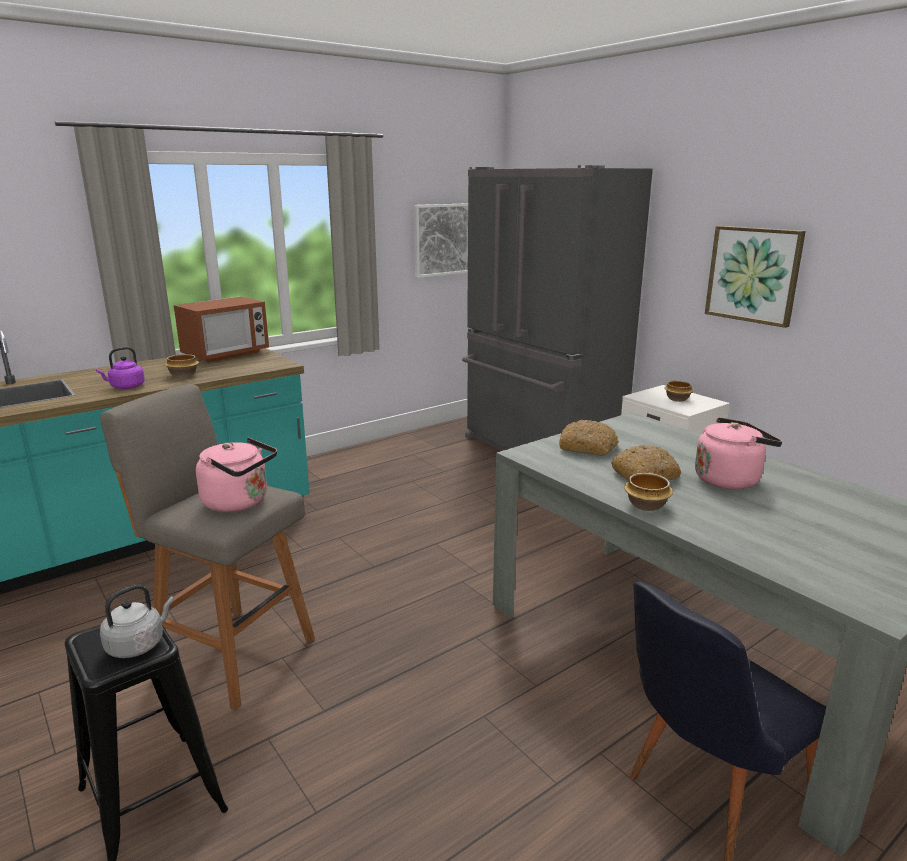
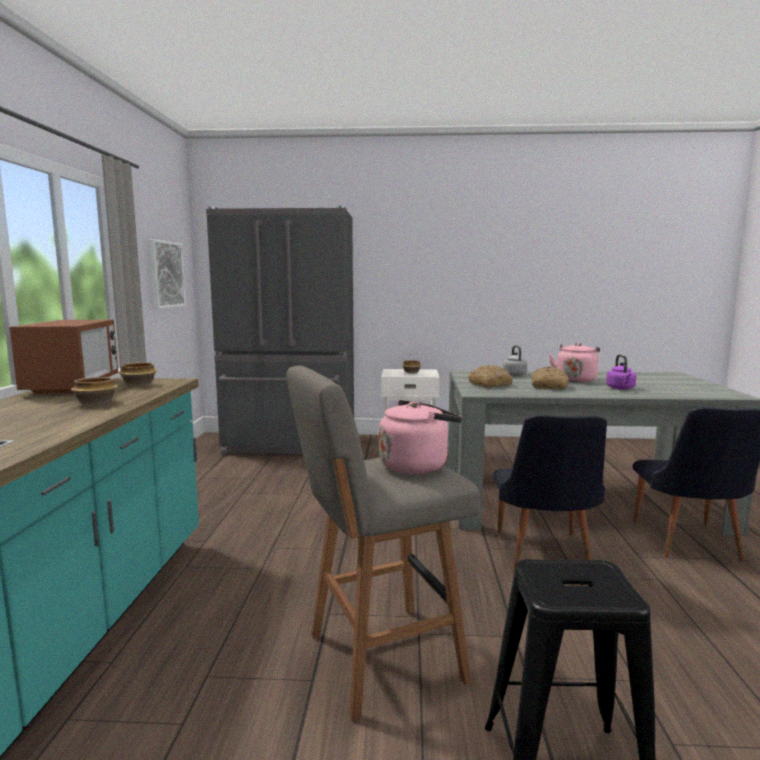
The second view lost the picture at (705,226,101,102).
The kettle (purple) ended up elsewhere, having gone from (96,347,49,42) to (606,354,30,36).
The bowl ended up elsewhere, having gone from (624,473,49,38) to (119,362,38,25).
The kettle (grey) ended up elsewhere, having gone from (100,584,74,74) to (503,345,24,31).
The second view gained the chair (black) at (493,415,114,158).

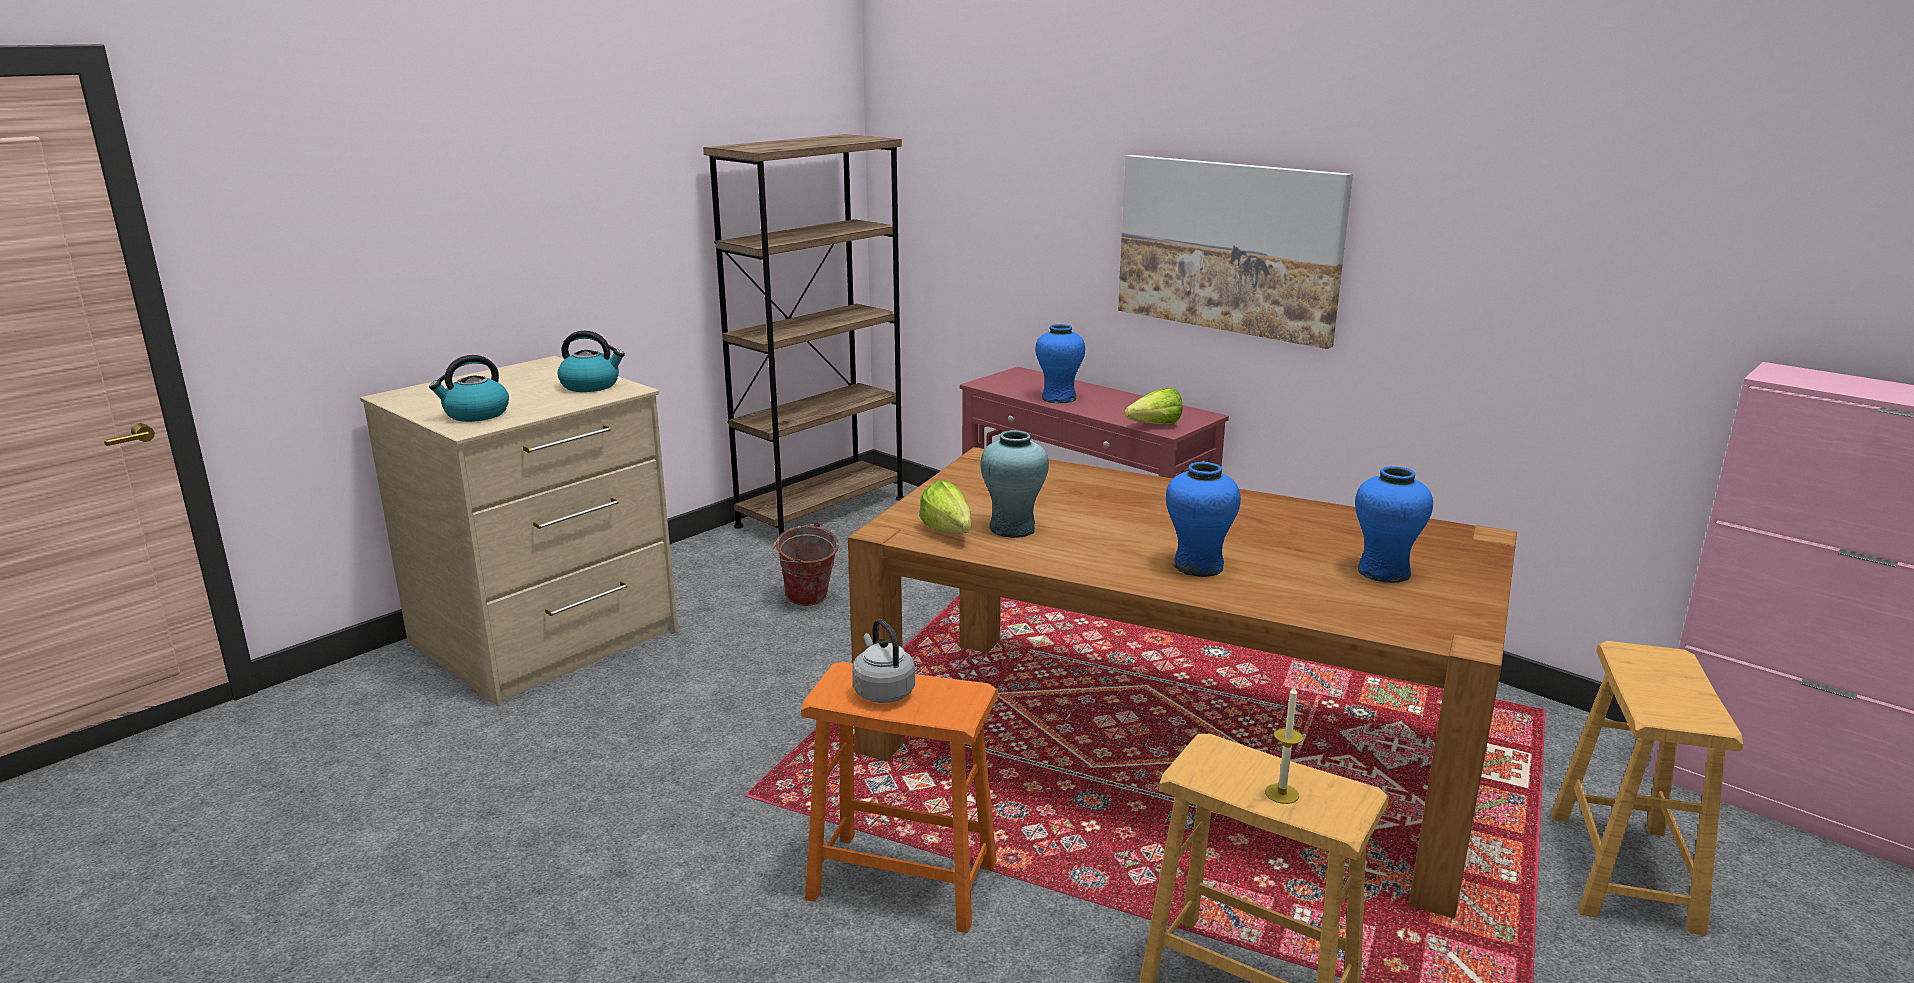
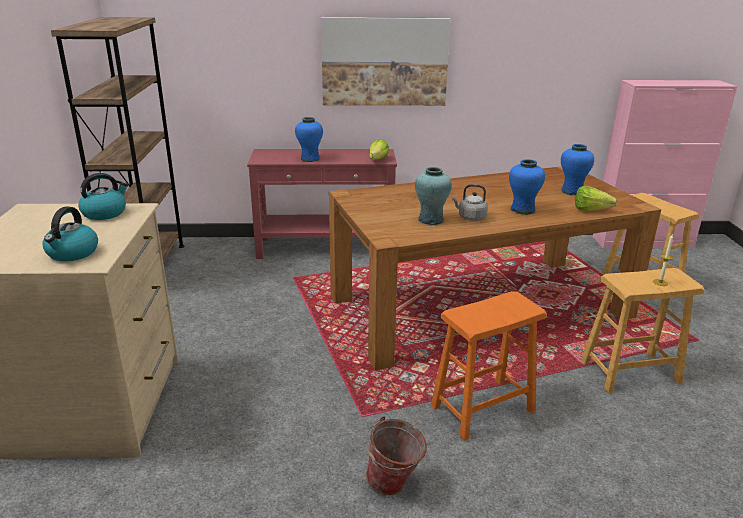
The lettuce ended up elsewhere, having gone from (919,481,52,52) to (575,185,42,26).
The bucket ended up elsewhere, having gone from (772,522,67,84) to (365,416,62,79).
The kettle (grey) ended up elsewhere, having gone from (852,619,63,84) to (452,184,36,37).

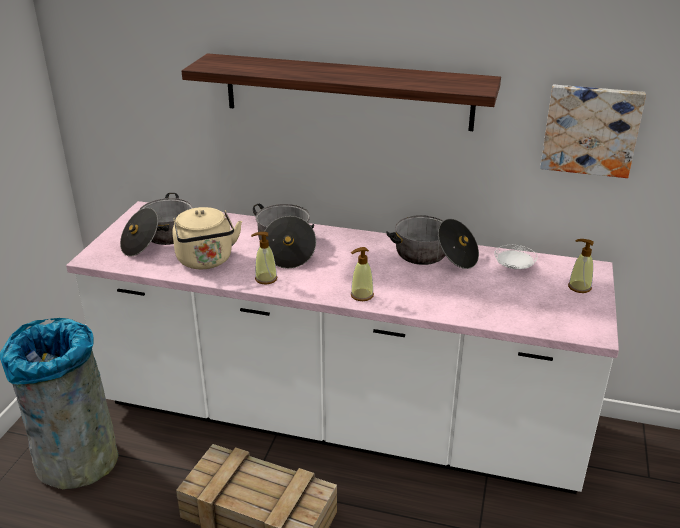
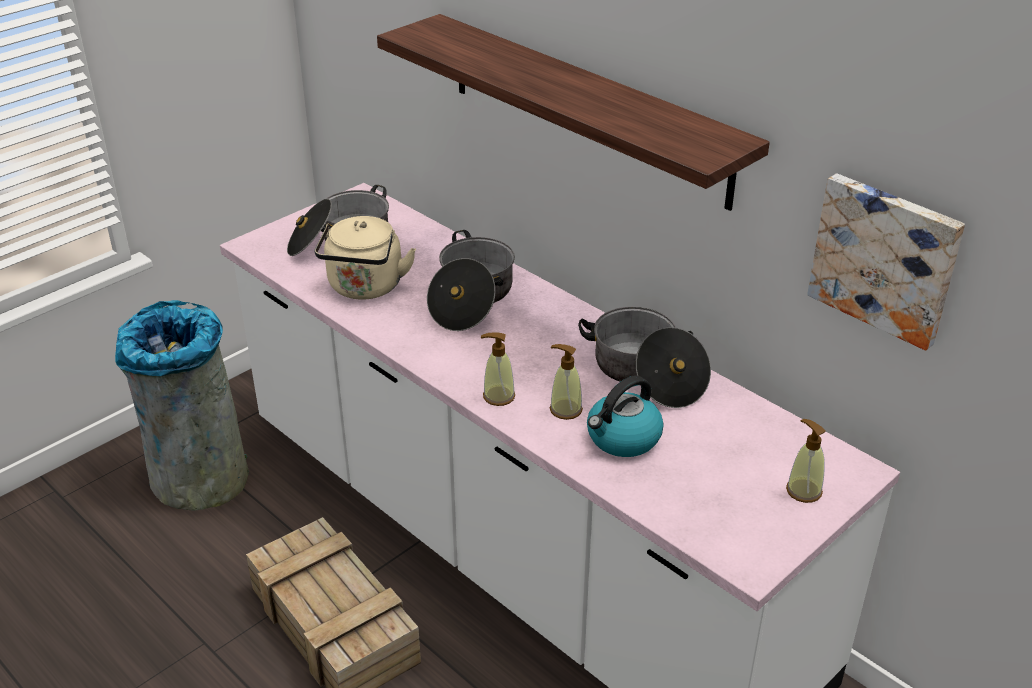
The soap dispenser ended up elsewhere, having gone from (251,232,26,53) to (550,344,33,76).
The second view lost the plate (white) at (494,245,44,24).
The second view gained the kettle at (587,376,77,81).

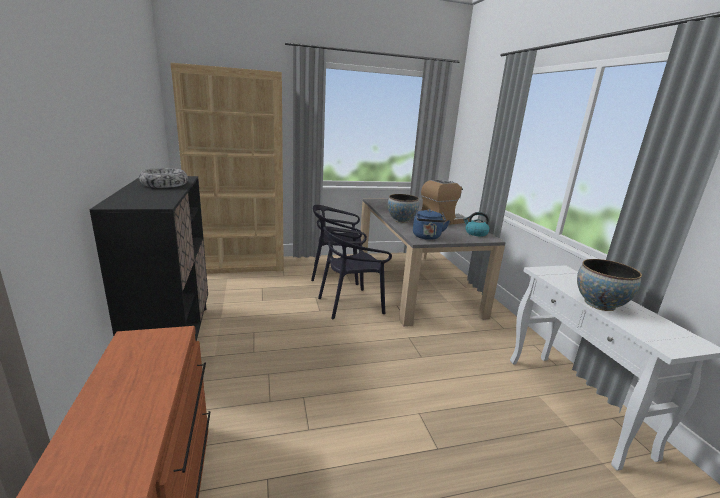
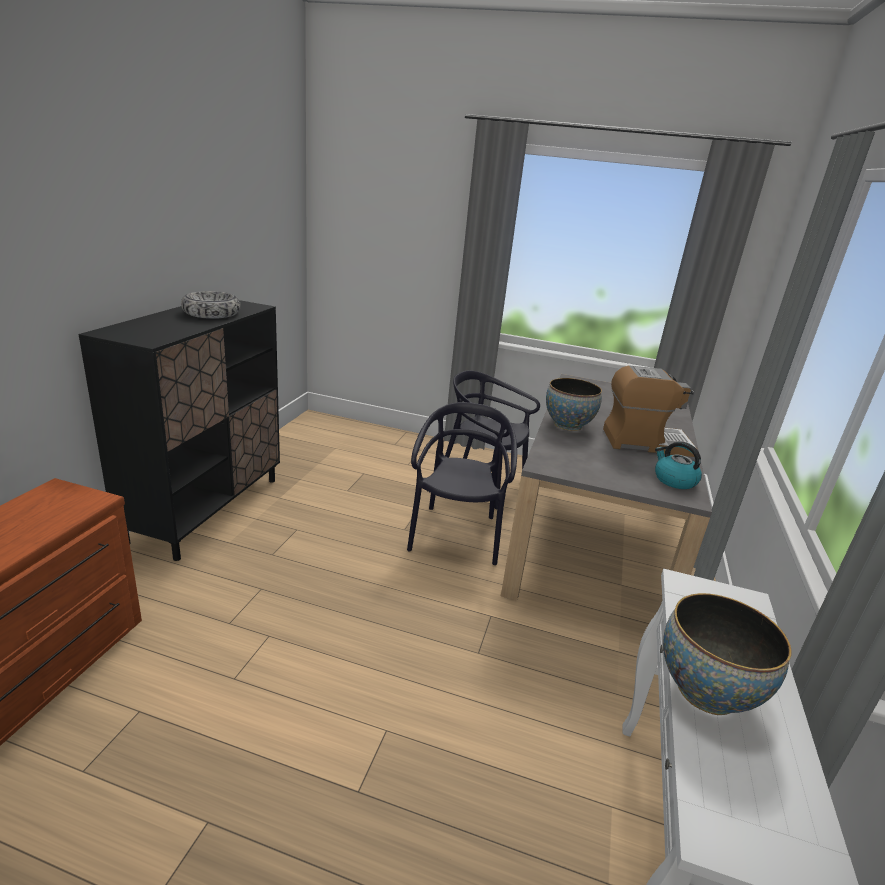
The second view lost the bookcase (brown) at (170,62,114,212).
The second view lost the kettle (blue) at (413,209,36,31).
The chair (black) at (318,226,74,93) ended up facing another way, 90 degrees clockwise from before.

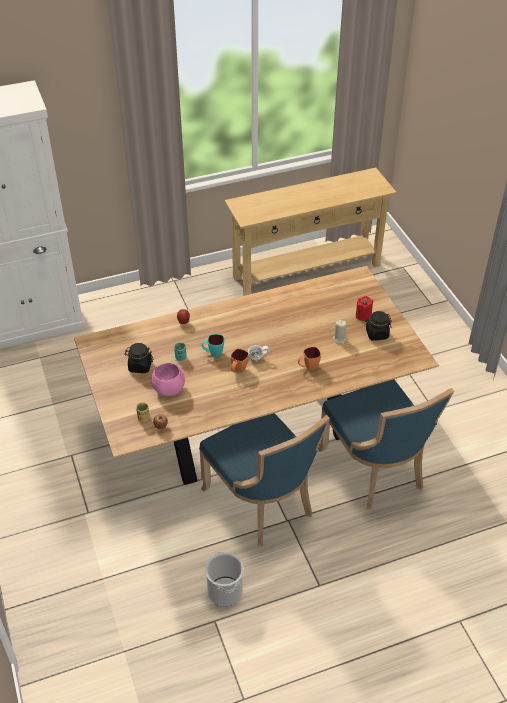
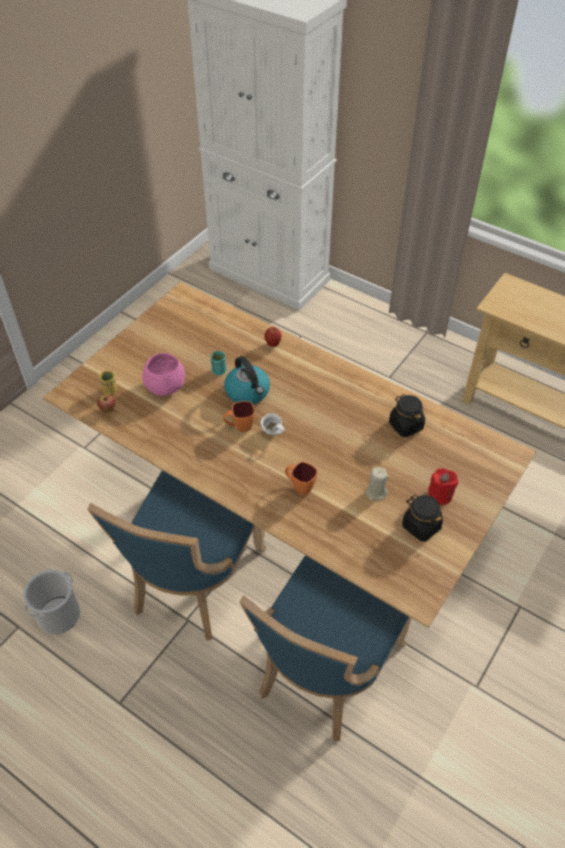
Where the mug (turquoise) stood at (201,334,23,23), the kettle came to stand at (224,356,46,48).
The jar (black) ended up elsewhere, having gone from (124,343,29,30) to (389,394,36,43).

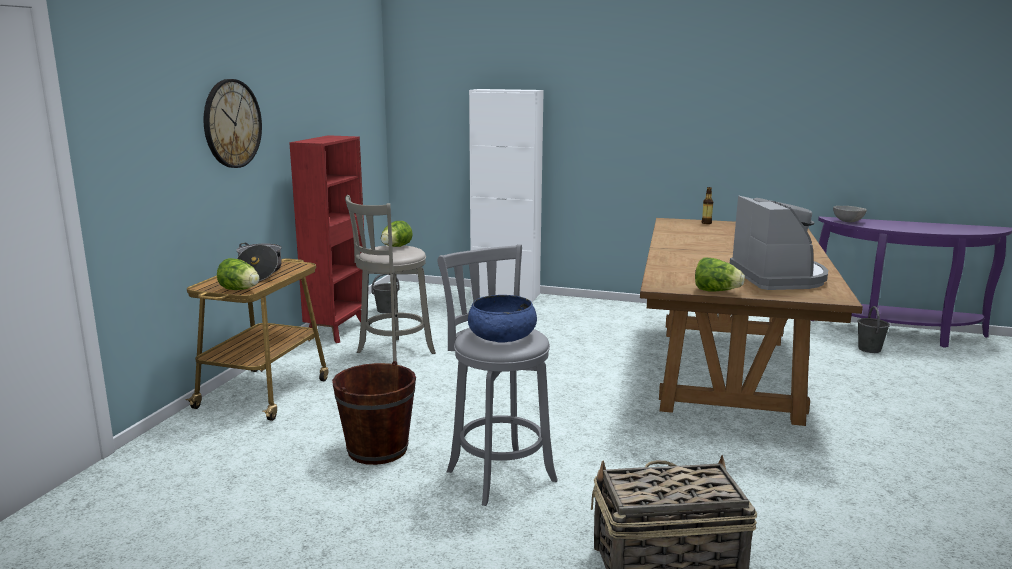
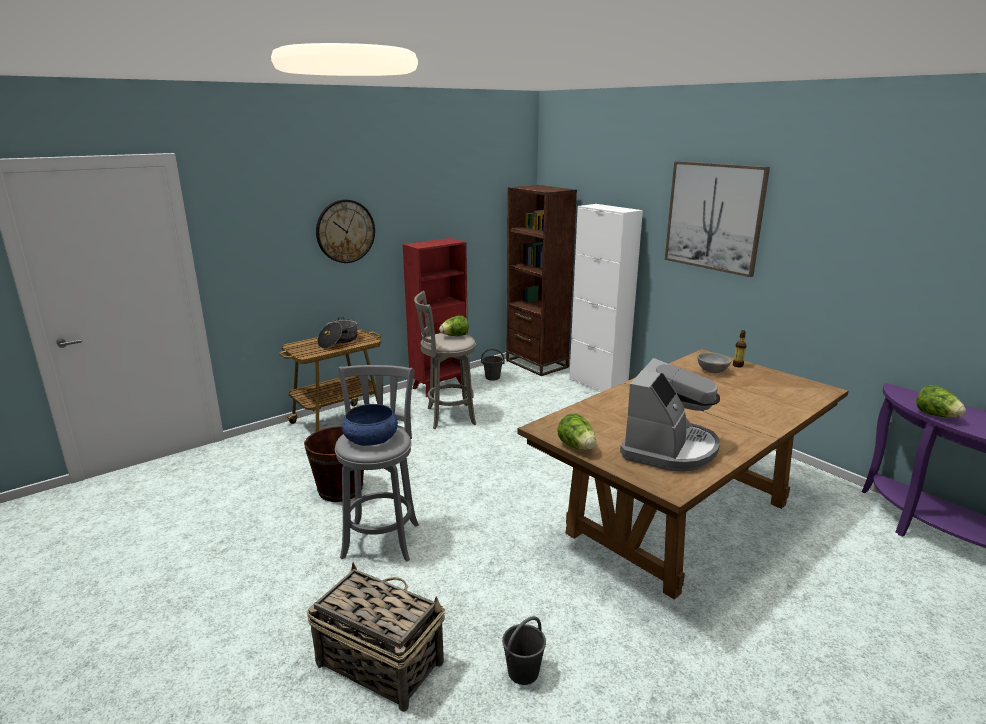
The bowl (grey) ended up elsewhere, having gone from (833,206,34,16) to (697,352,34,21).
The lettuce ended up elsewhere, having gone from (217,258,42,32) to (916,385,50,33).
The bucket (grey) ended up elsewhere, having gone from (857,306,33,47) to (502,616,44,69).
The second view gained the picture at (665,161,105,116).
The second view gained the bookcase (brown) at (506,185,71,191).

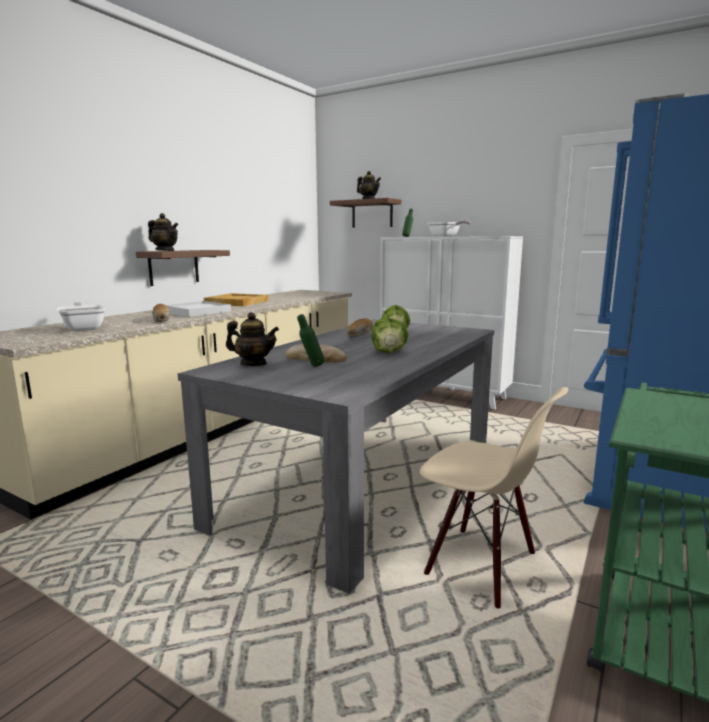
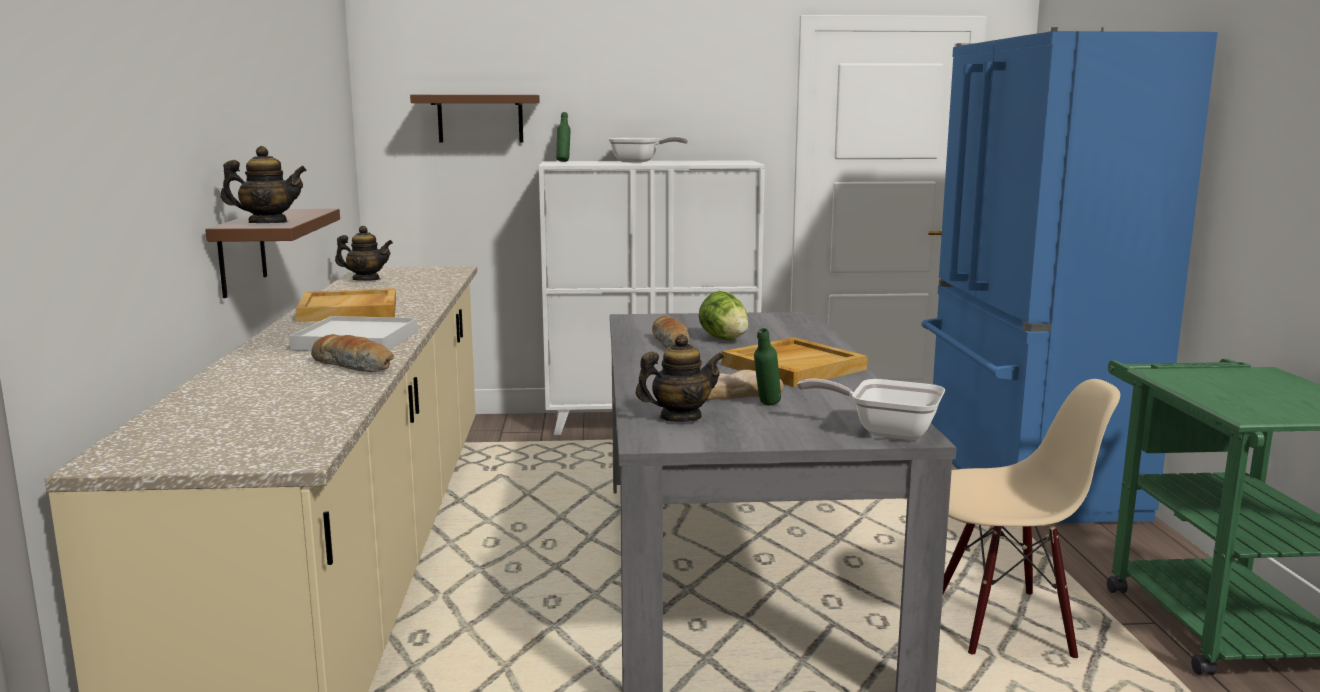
The teapot ended up elsewhere, having gone from (357,171,24,28) to (335,226,58,55).
The frying pan ended up elsewhere, having gone from (56,302,50,29) to (797,379,148,61).
Where the lettuce stood at (371,318,37,35), the tray (beige) came to stand at (722,337,145,50).

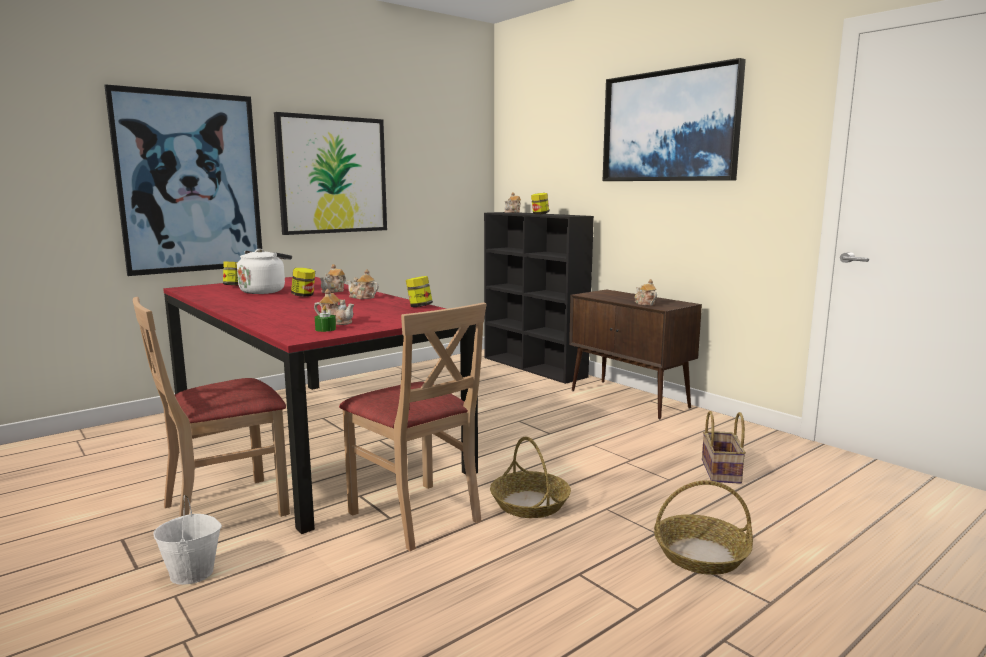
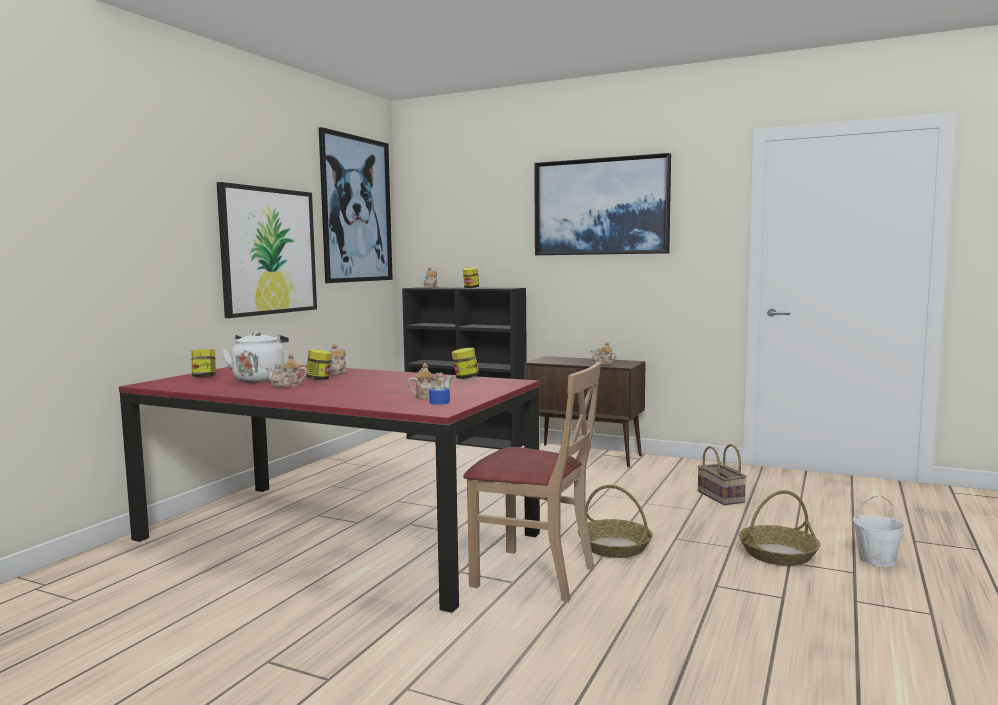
The picture ended up elsewhere, having gone from (104,84,158,192) to (319,127,74,156).
The teapot ended up elsewhere, having gone from (347,269,32,30) to (266,354,41,33).
The second view lost the chair (beige) at (133,297,157,220).
What was the candle (green) at (315,306,21,26) turned into the candle (blue) at (429,379,21,26).
The bucket (white) ended up elsewhere, having gone from (153,495,69,90) to (853,495,52,72).

